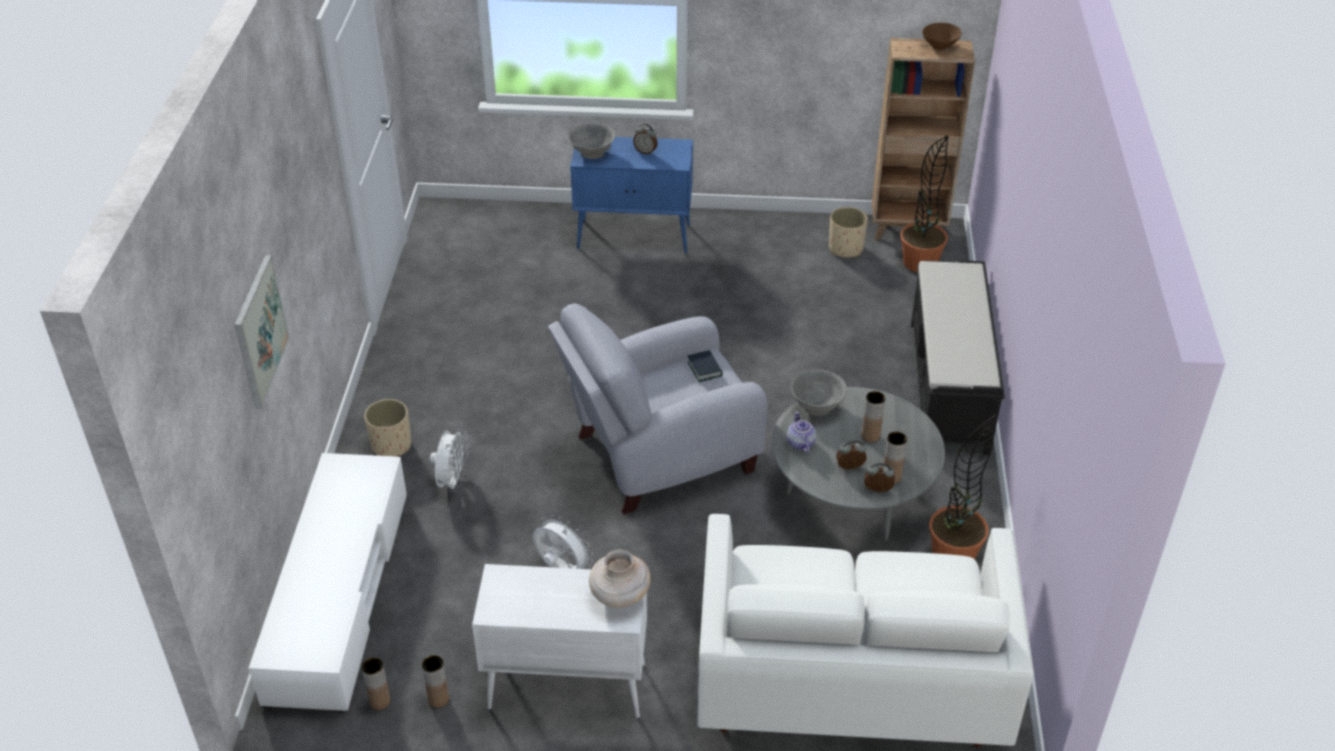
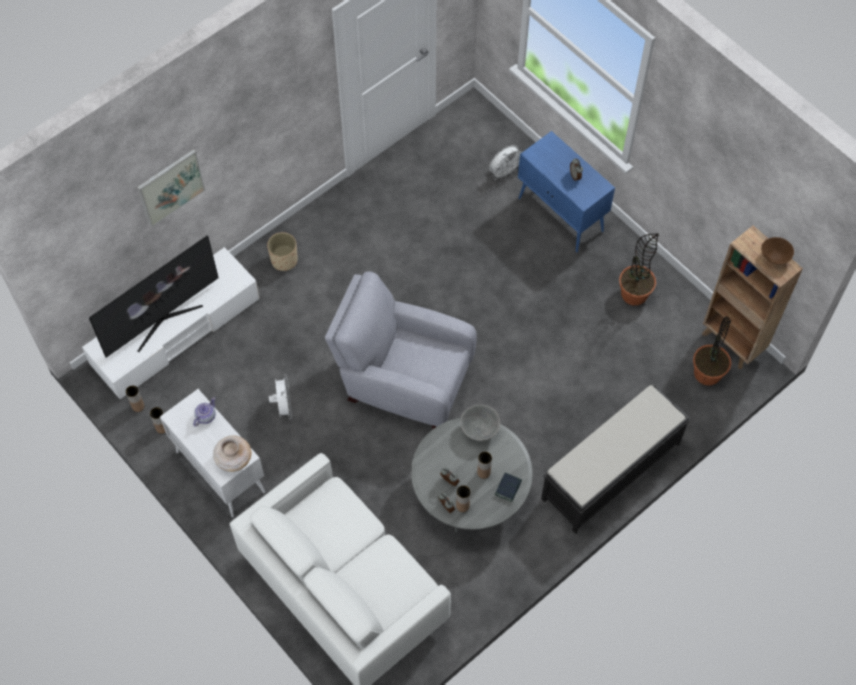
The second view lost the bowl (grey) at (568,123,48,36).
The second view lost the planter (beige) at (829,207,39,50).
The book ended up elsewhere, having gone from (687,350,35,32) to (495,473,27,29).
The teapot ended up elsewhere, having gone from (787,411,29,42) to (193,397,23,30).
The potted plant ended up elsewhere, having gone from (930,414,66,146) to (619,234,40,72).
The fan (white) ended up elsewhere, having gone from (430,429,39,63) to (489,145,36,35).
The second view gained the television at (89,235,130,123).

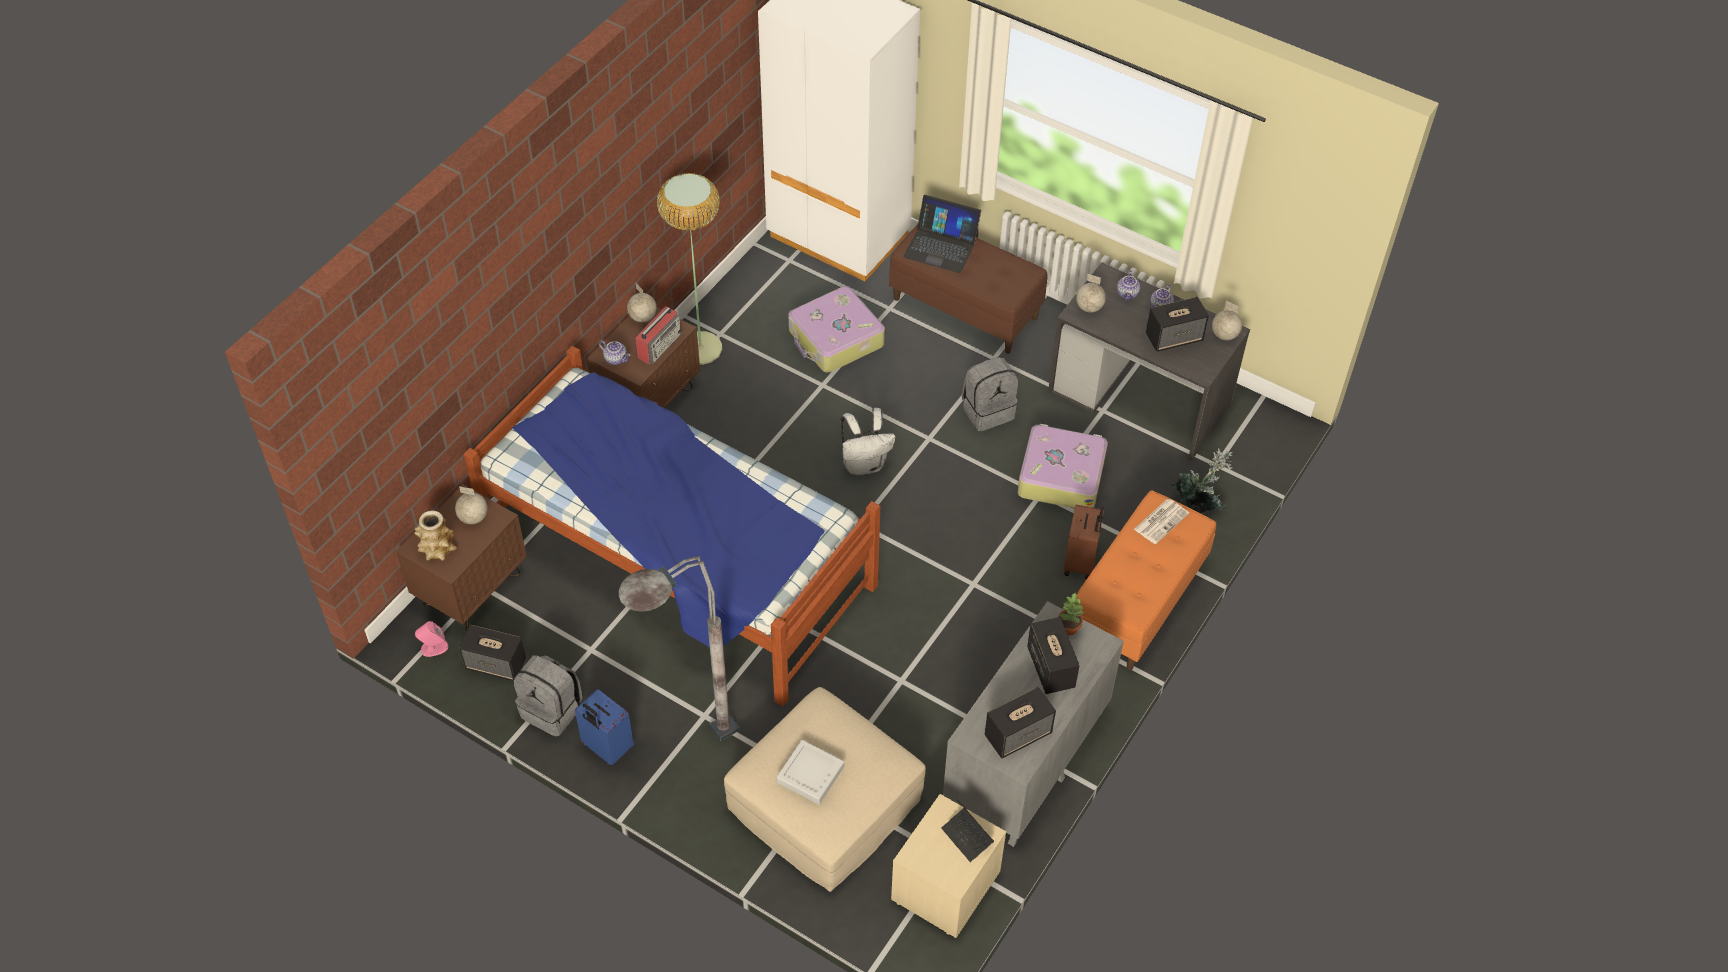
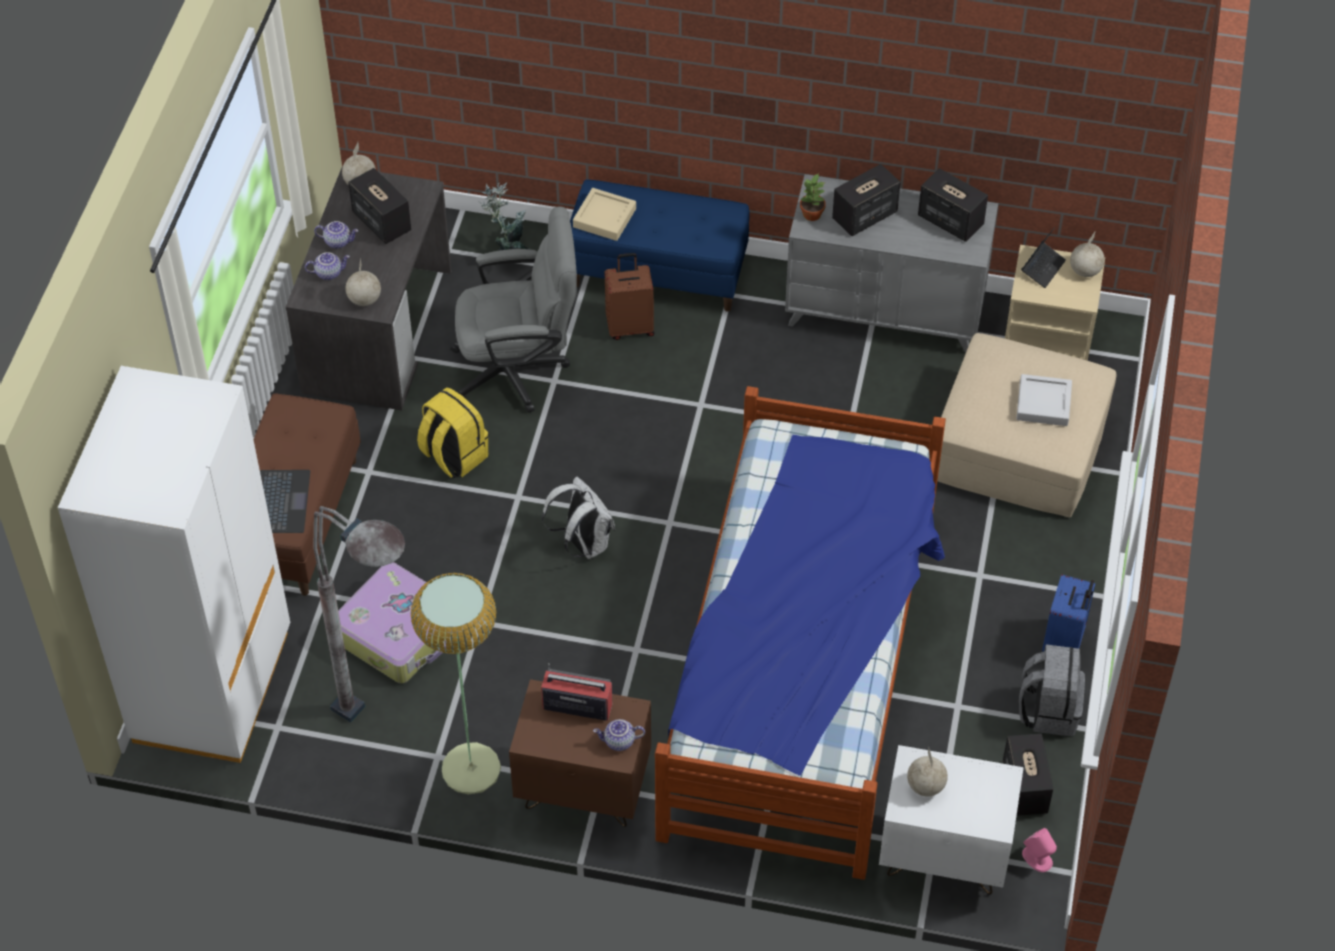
The globe ended up elsewhere, having gone from (627,283,30,39) to (1070,232,35,45).
The teapot at (599,340,31,25) ended up facing another way, 105 degrees counterclockwise from before.
What was the backpack (grey) at (962,357,56,74) turned into the backpack (yellow) at (417,387,72,91).
Where the suitcase stood at (1018,424,90,84), the office chair (grey) came to stand at (450,206,127,207).
What was the nightstand (brown) at (397,484,130,147) turned into the nightstand (white) at (879,745,145,149).
What was the bench (orange) at (1076,490,140,180) turned into the bench (blue) at (570,179,180,132).
Where the newspaper stood at (1134,499,55,45), the tray (beige) came to stand at (573,188,63,53).
The second view lost the vase at (414,510,43,51).
The floor lamp (grey) ended up elsewhere, having gone from (619,556,121,185) to (313,506,92,217).

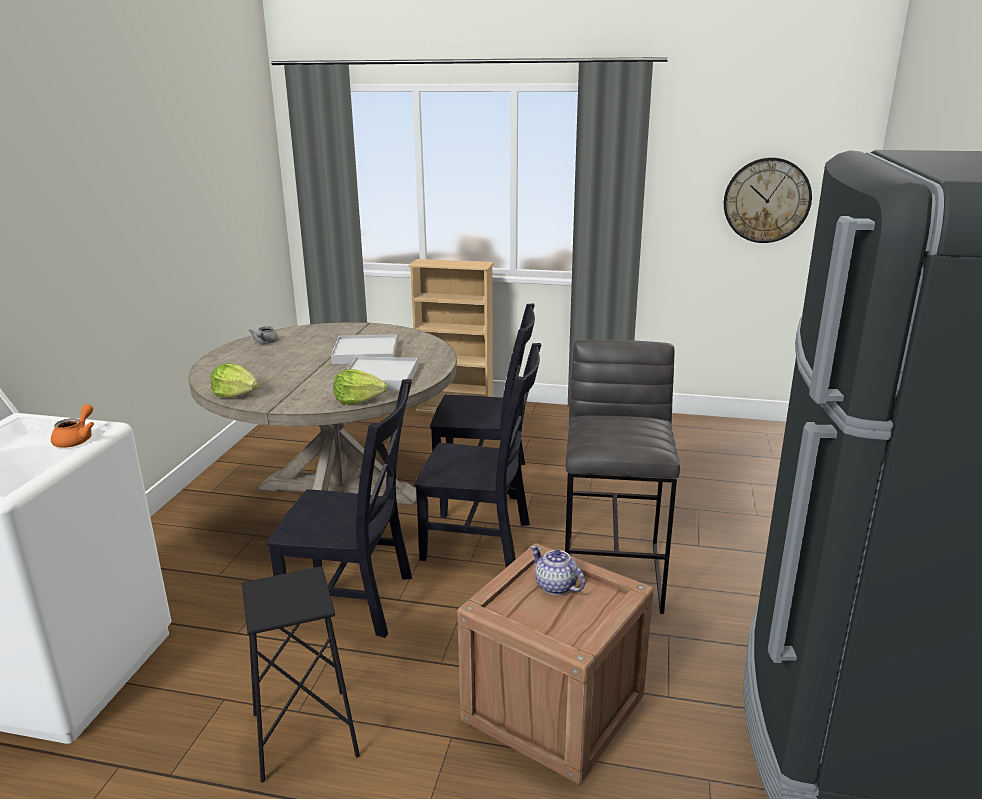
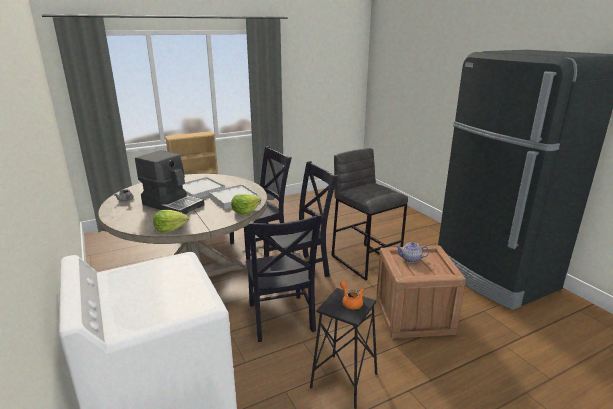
The second view lost the wall clock at (724,157,88,86).
The chair (black) at (266,379,146,259) ended up facing another way, 105 degrees clockwise from before.
The teapot (orange) ended up elsewhere, having gone from (51,404,43,44) to (340,281,24,28).
The second view gained the coffee machine at (135,150,69,64).

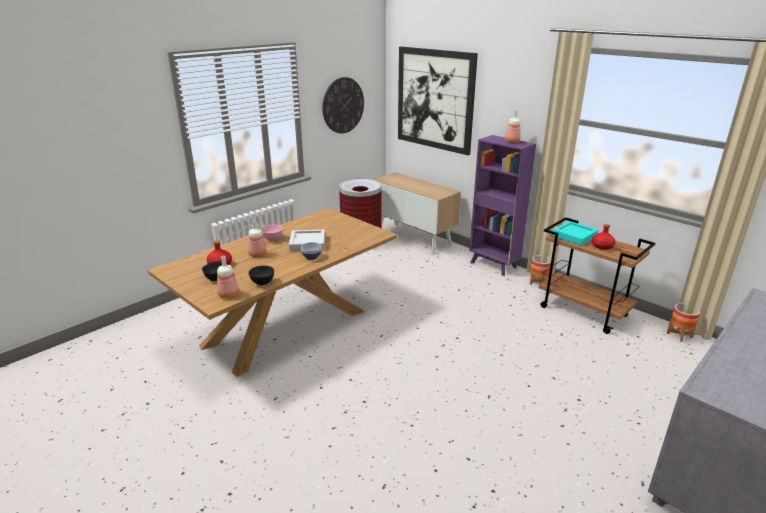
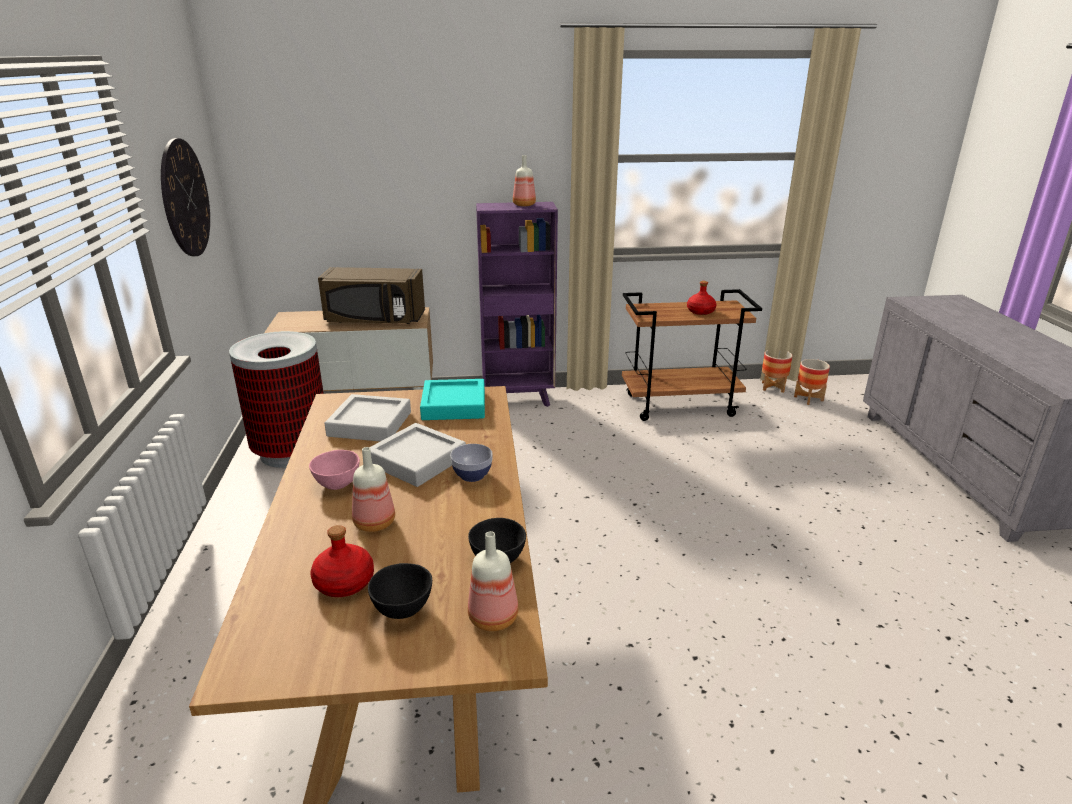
The second view lost the picture at (398,47,80,108).
The tray (turquoise) ended up elsewhere, having gone from (552,221,46,25) to (420,379,65,41).
The planter ended up elsewhere, having gone from (530,255,21,30) to (794,359,36,46).
The second view gained the microwave (brown) at (318,267,107,57).
The second view gained the tray (grey) at (324,394,87,47).

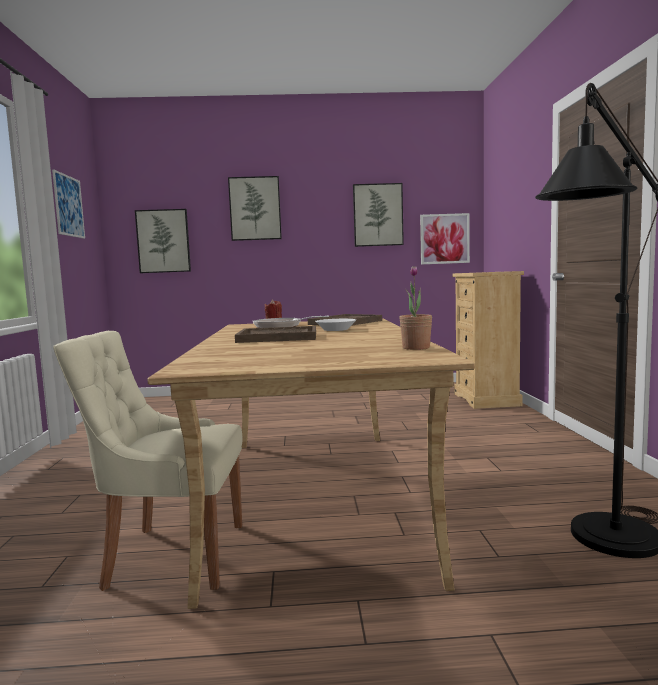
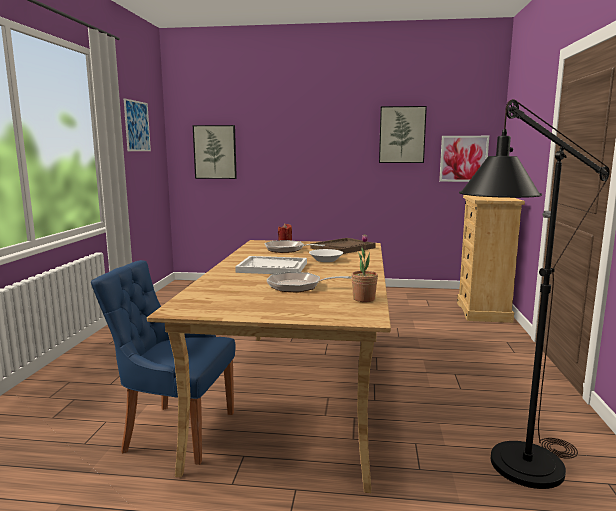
The second view lost the picture at (228,176,54,65).
What was the tray (brown) at (235,326,81,17) turned into the tray (white) at (235,256,72,18).
What was the chair (beige) at (53,331,189,260) turned into the chair (blue) at (91,260,145,205).
The second view gained the frying pan at (267,272,85,20).

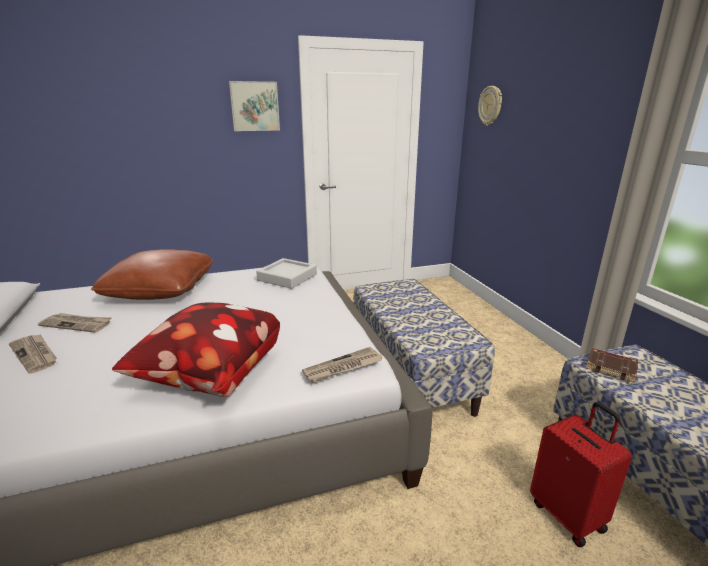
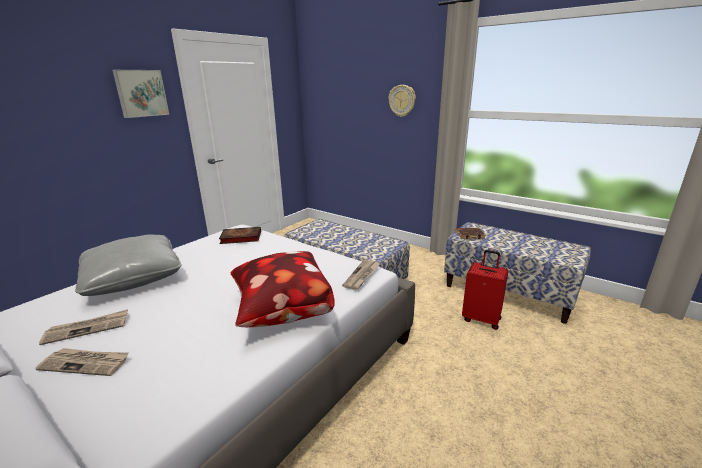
The wall clock ended up elsewhere, having gone from (478,86,24,40) to (388,85,28,32).
What was the pillow (brown) at (91,249,122,51) turned into the pillow (grey) at (75,235,107,61).
Where the tray (grey) stood at (256,258,61,31), the book came to stand at (219,227,42,17).

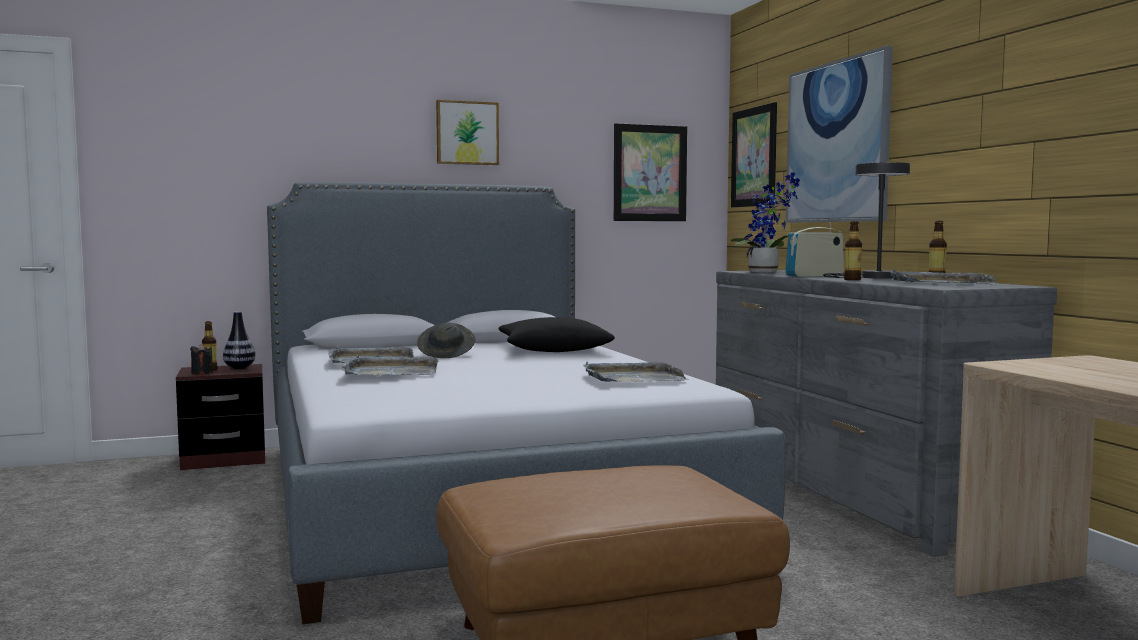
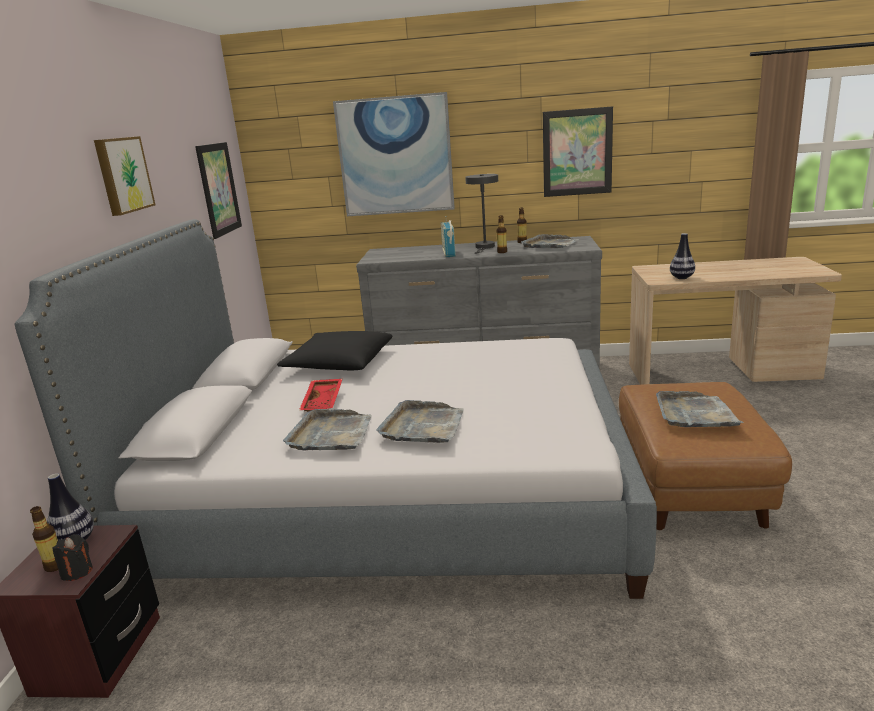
The picture ended up elsewhere, having gone from (731,102,46,105) to (543,106,70,91).
The second view lost the potted plant at (731,172,69,100).
Where the hat (grey) stood at (417,323,59,35), the tray (red) came to stand at (299,379,43,33).
The tray (grey) ended up elsewhere, having gone from (583,362,106,20) to (656,391,88,36).
The second view gained the vase at (670,233,25,46).

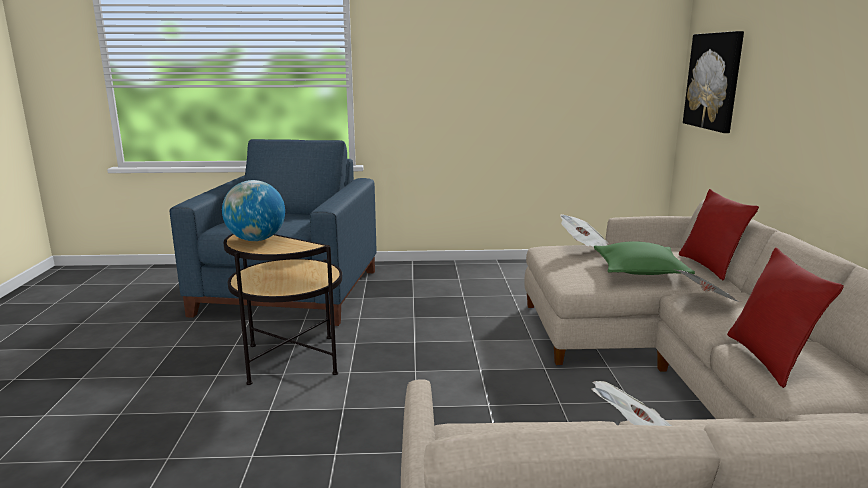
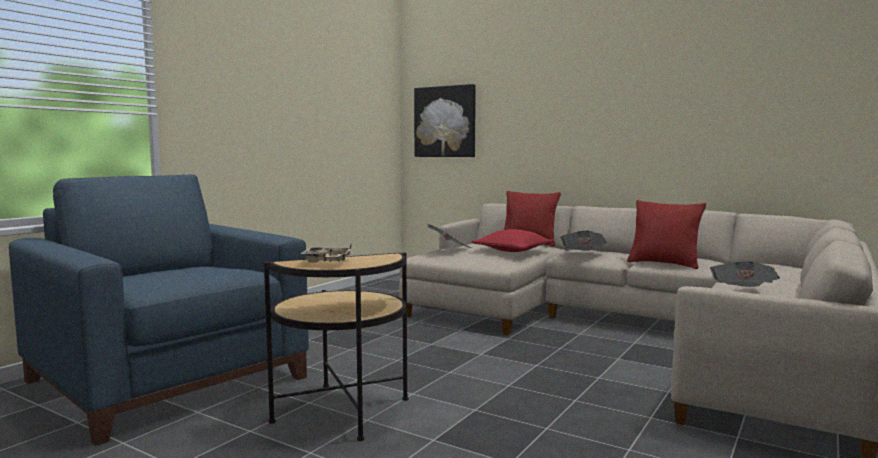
Where the globe stood at (222,180,63,61), the tray (beige) came to stand at (300,244,52,19).
What was the pillow (green) at (594,241,101,34) turned into the pillow (red) at (471,229,83,23).

